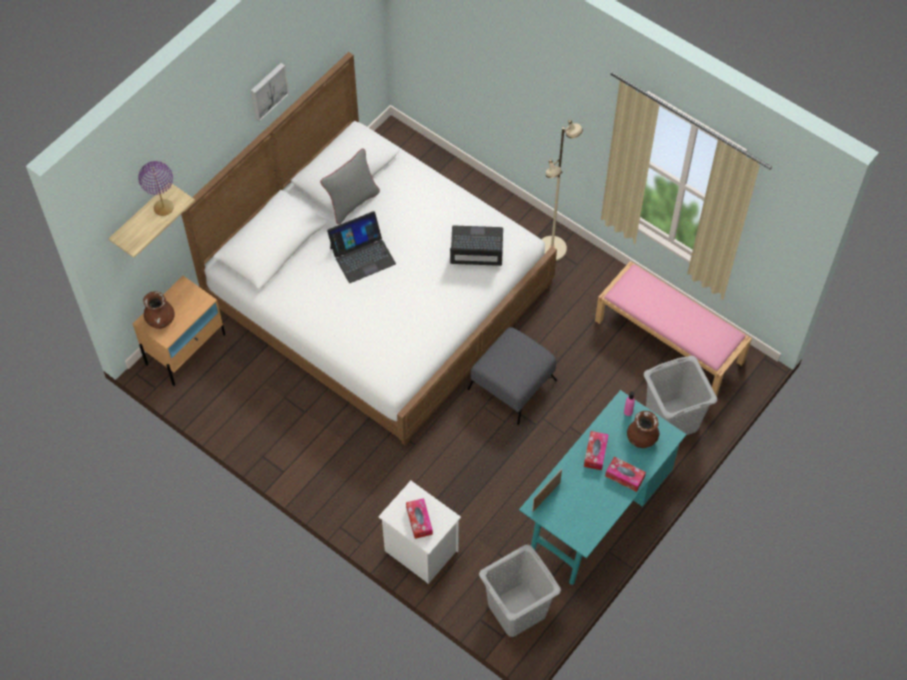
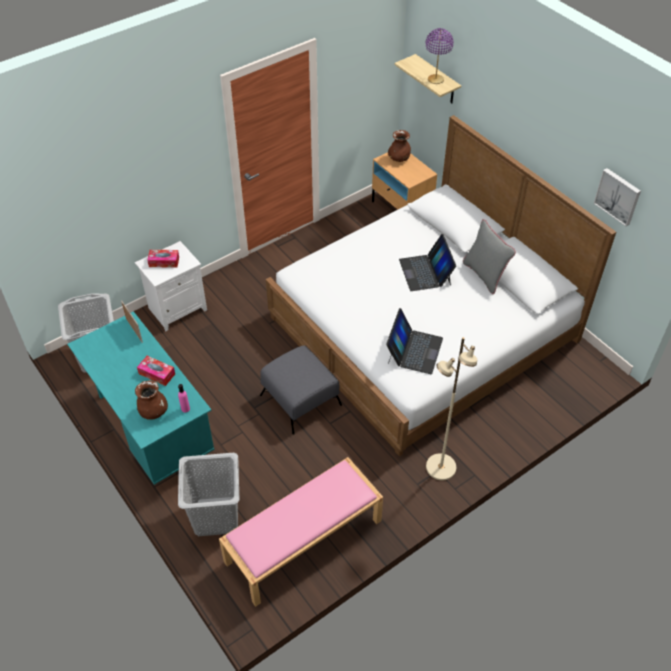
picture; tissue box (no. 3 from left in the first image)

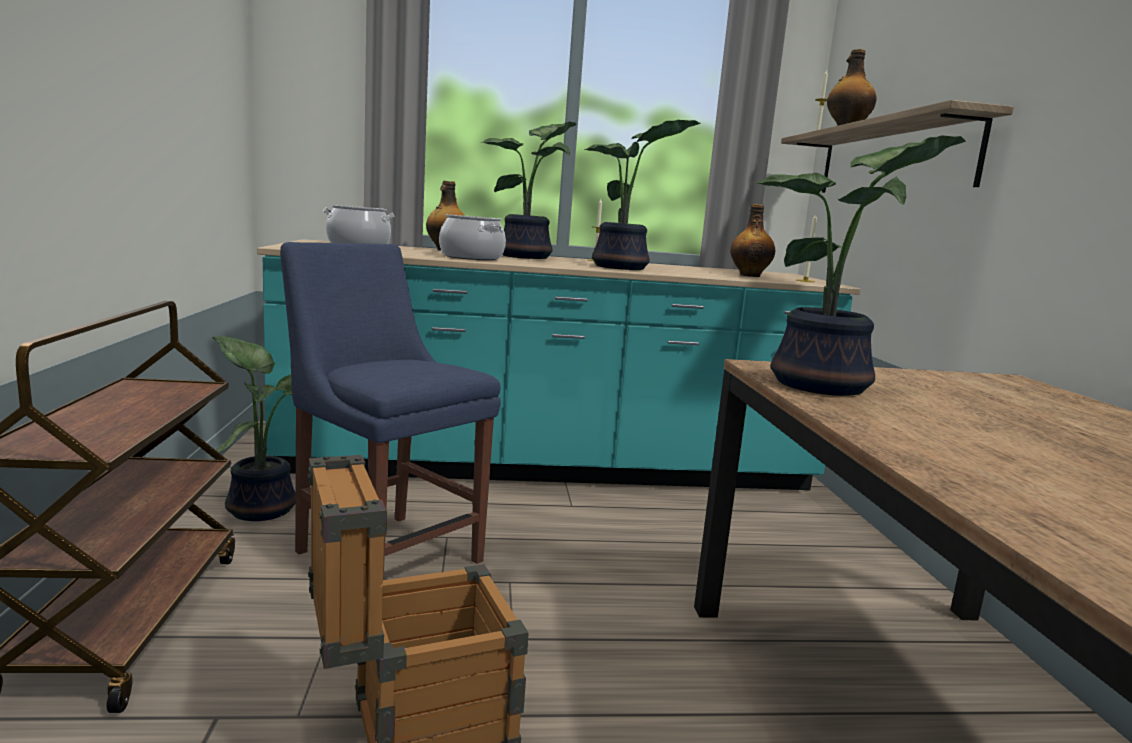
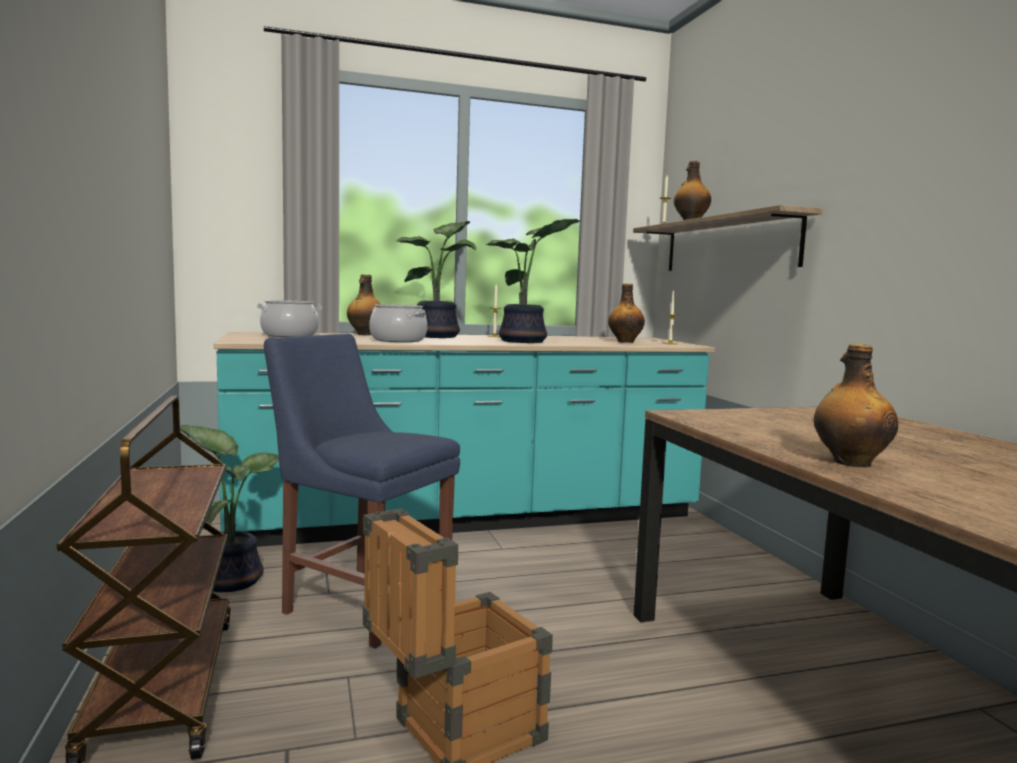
potted plant (no. 4 from left in the first image); drink bottle (no. 4 from left)

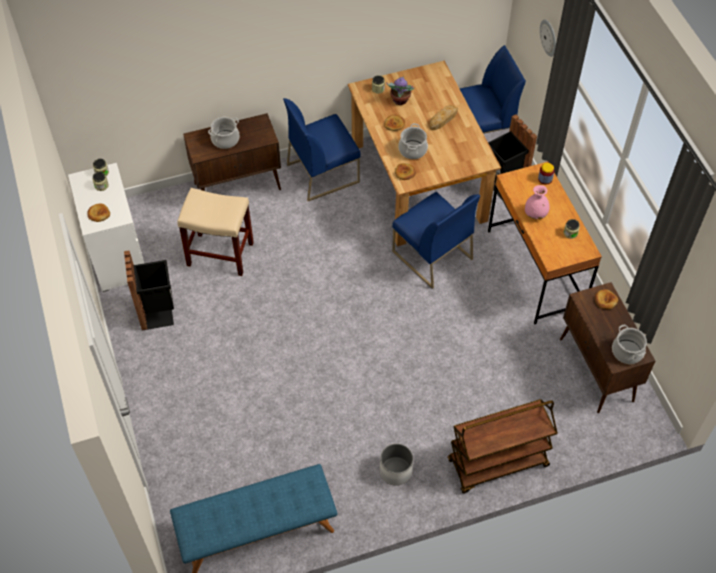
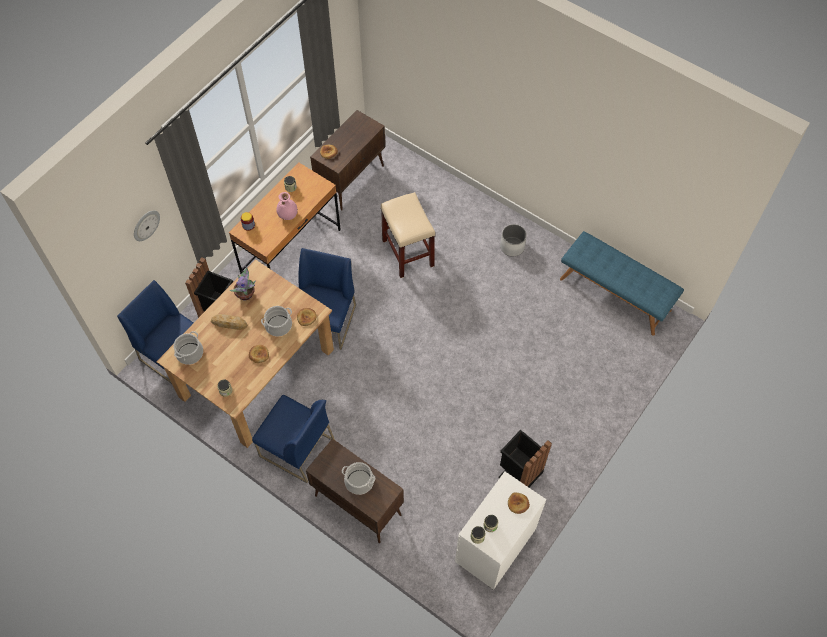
beige-coloured sitting stool; potted plant; brown-coloured wheeled cart; cooking pot (no. 1 from left)

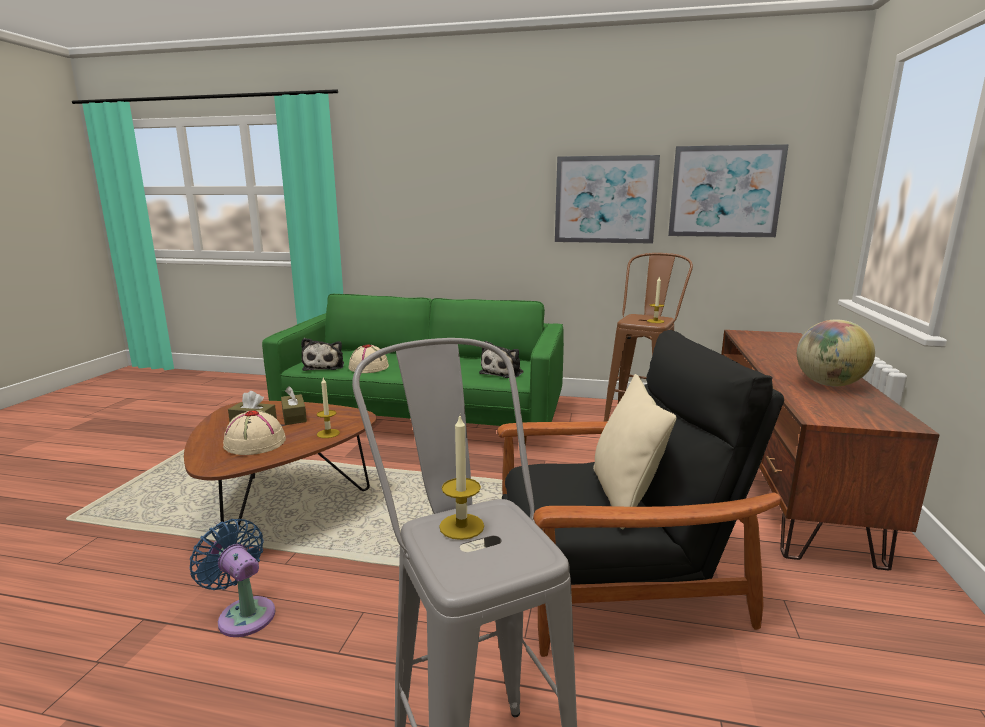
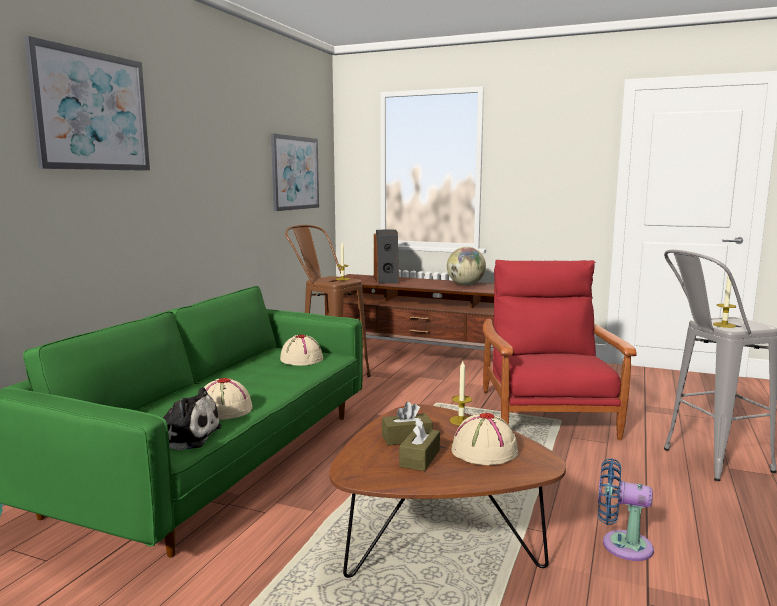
blue-coloured fan; beige-coloured clothing hat (no. 2 from left); red-coloured armchair; picture (no. 1 from left); beige-coloured cushion; speaker

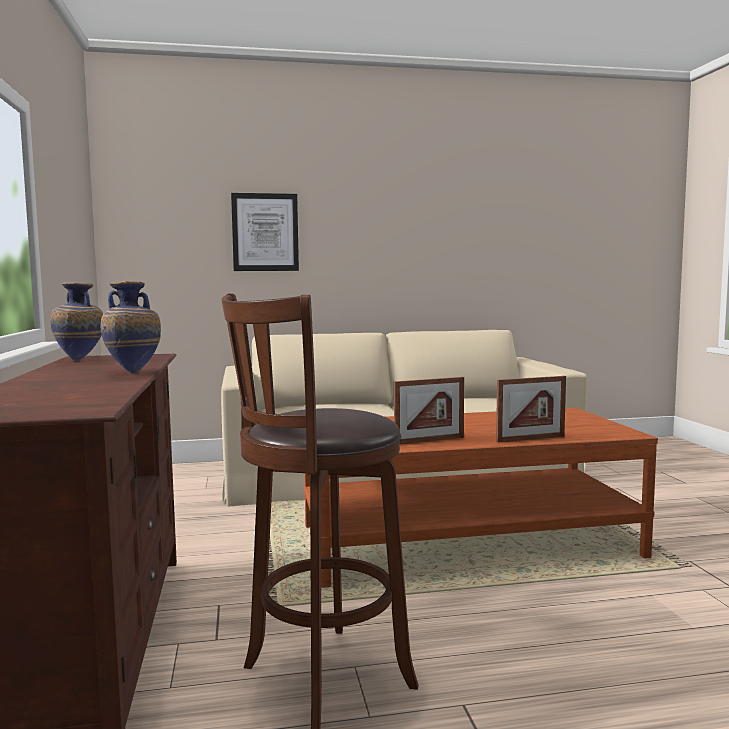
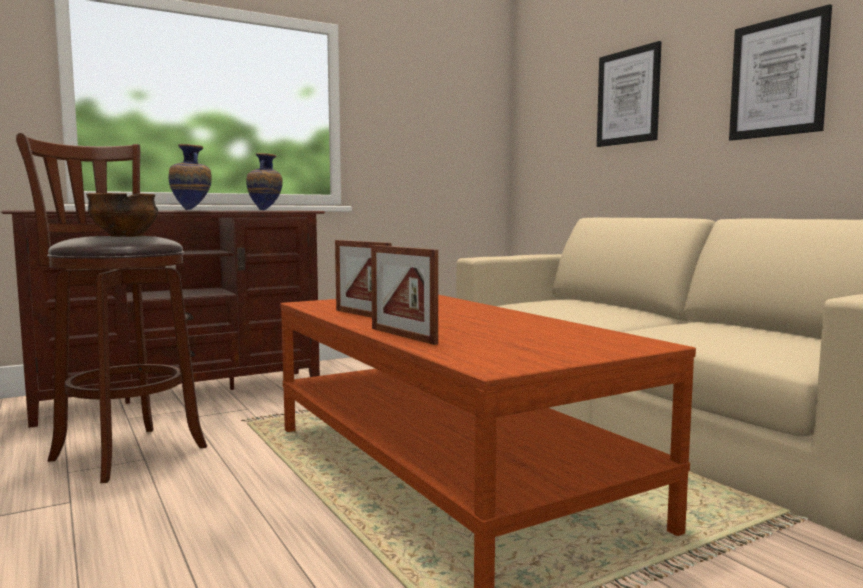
serving bowl; picture (no. 2 from left)

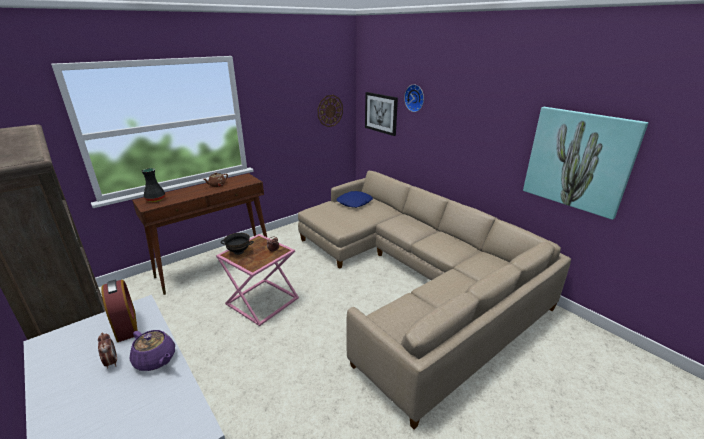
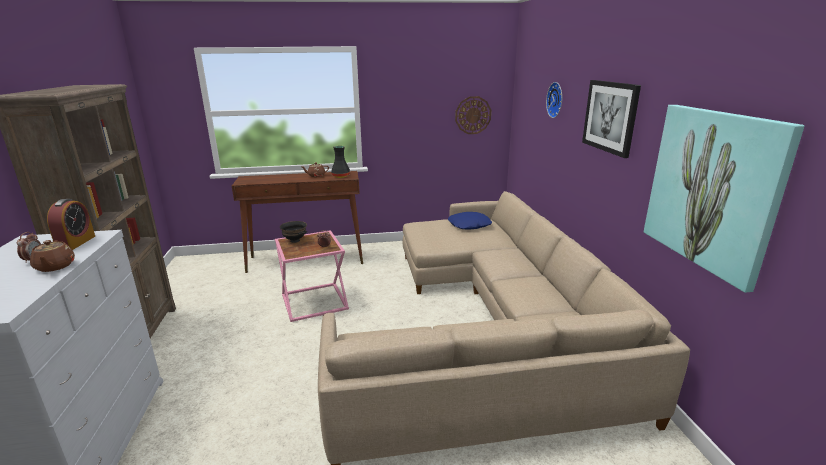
brown-coloured pot for tea (no. 1 from left); blackish flower vase; picture (no. 1 from left)

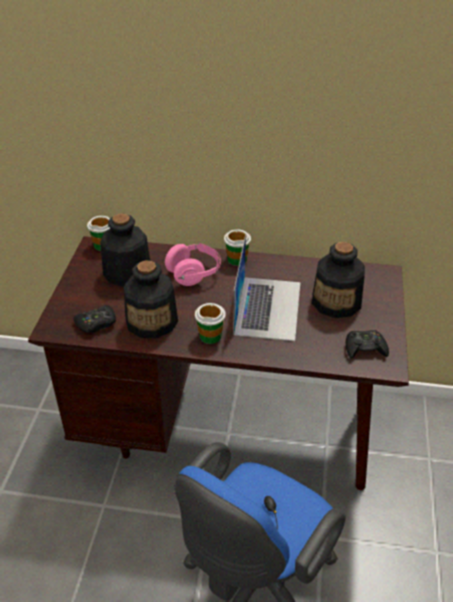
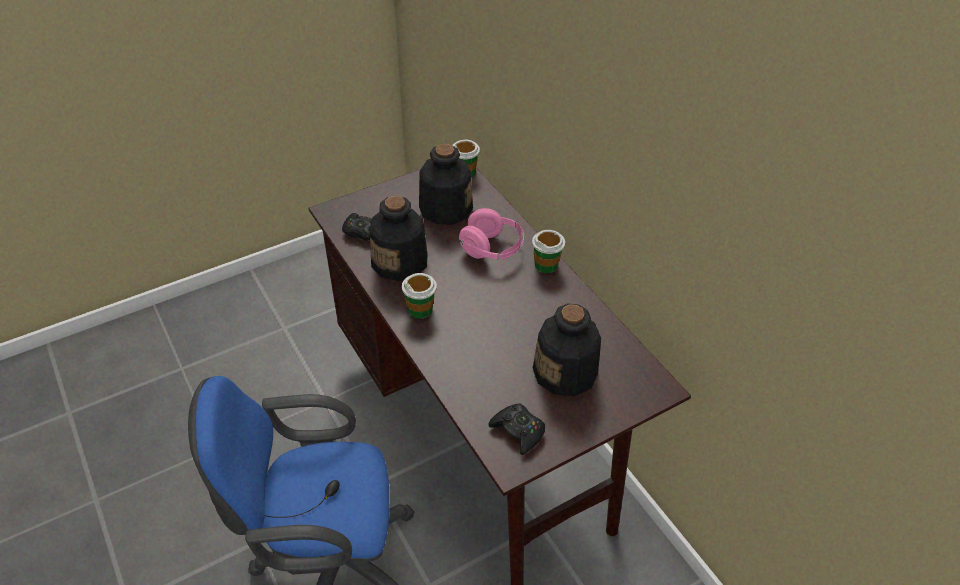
laptop

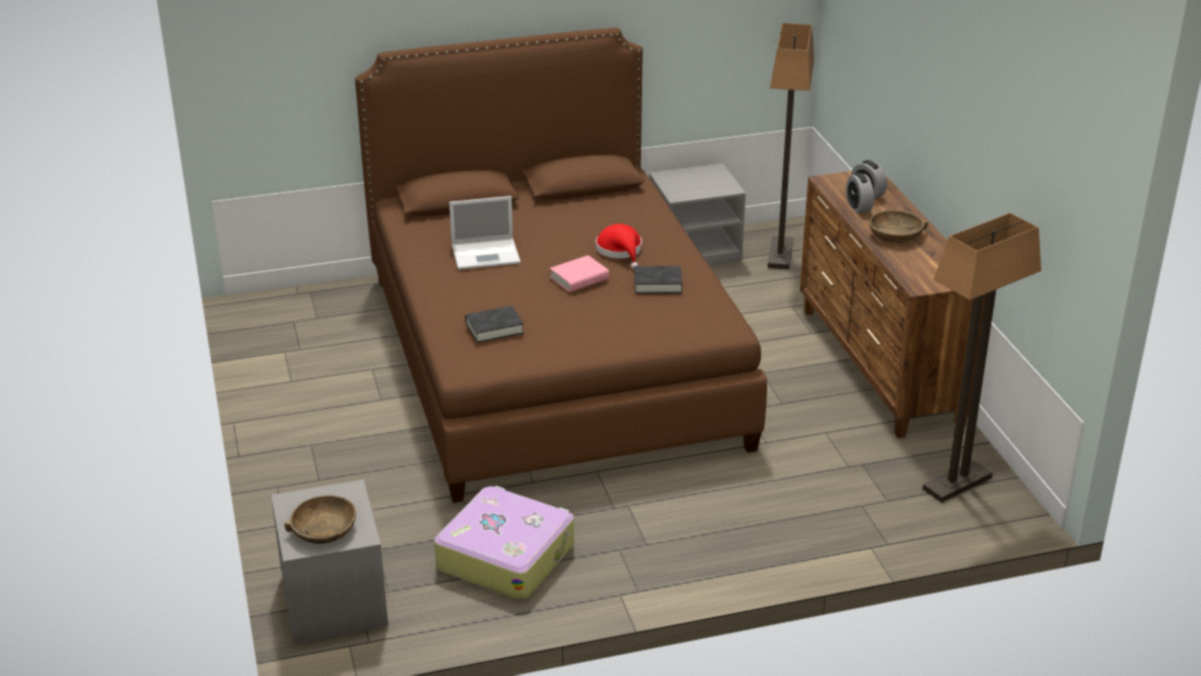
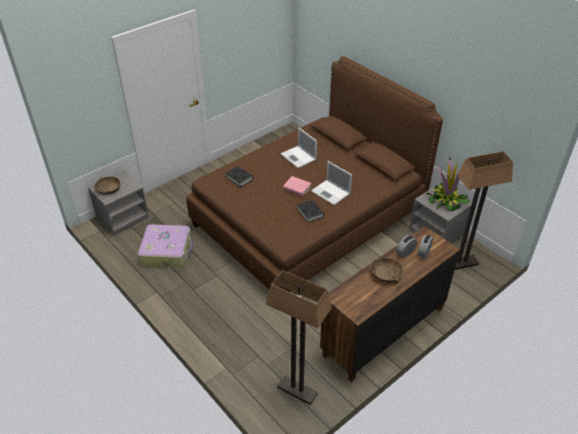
laptop (no. 2 from left); potted plant

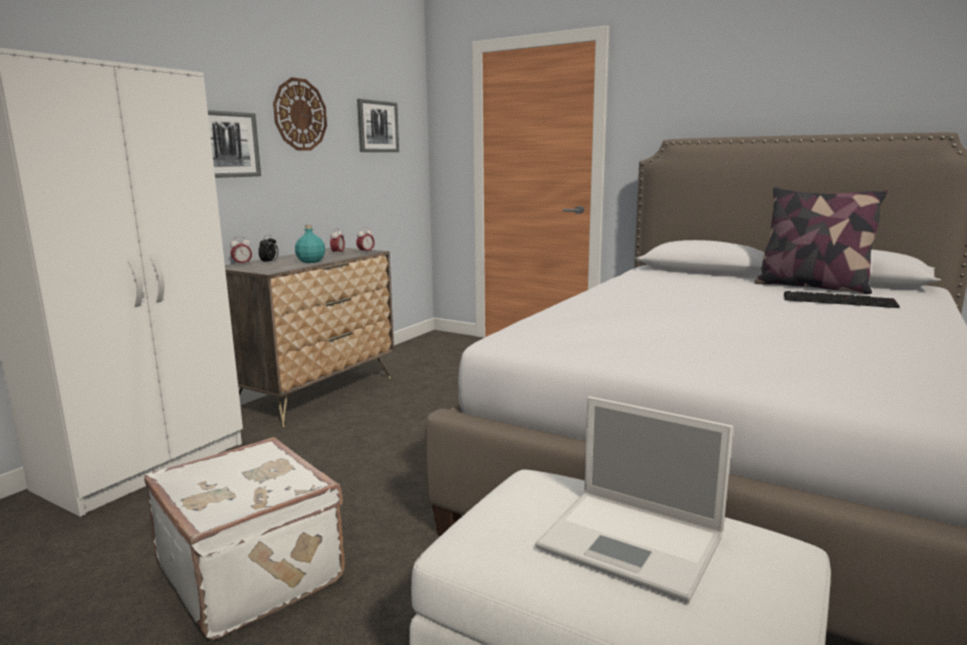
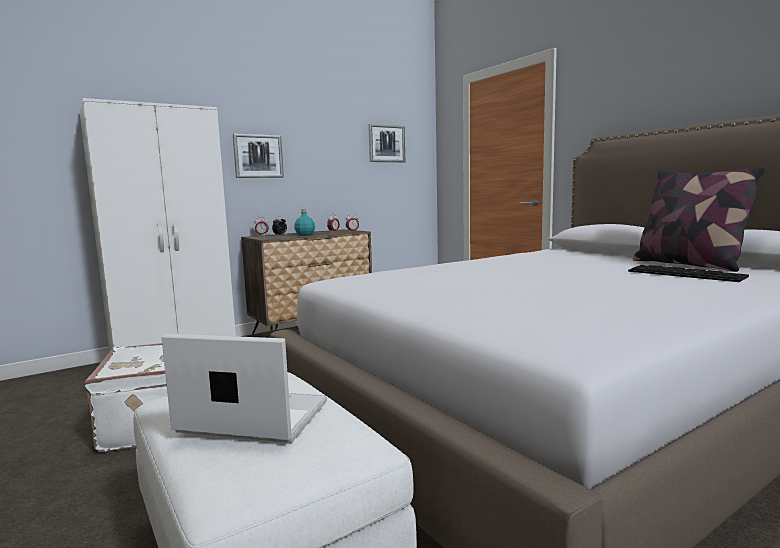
wall clock; laptop

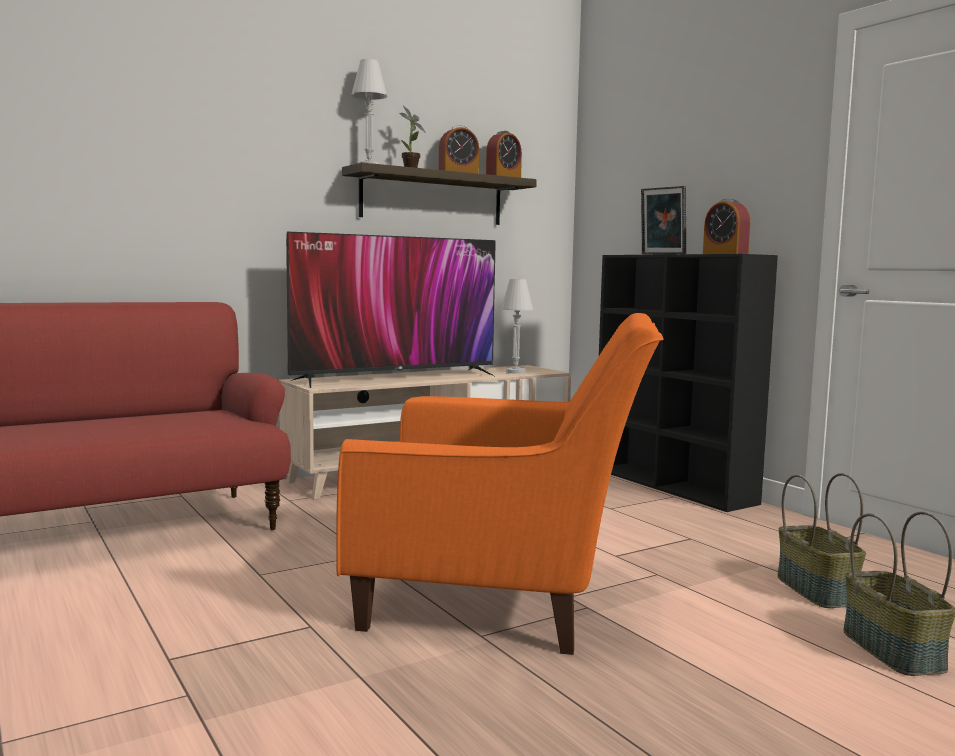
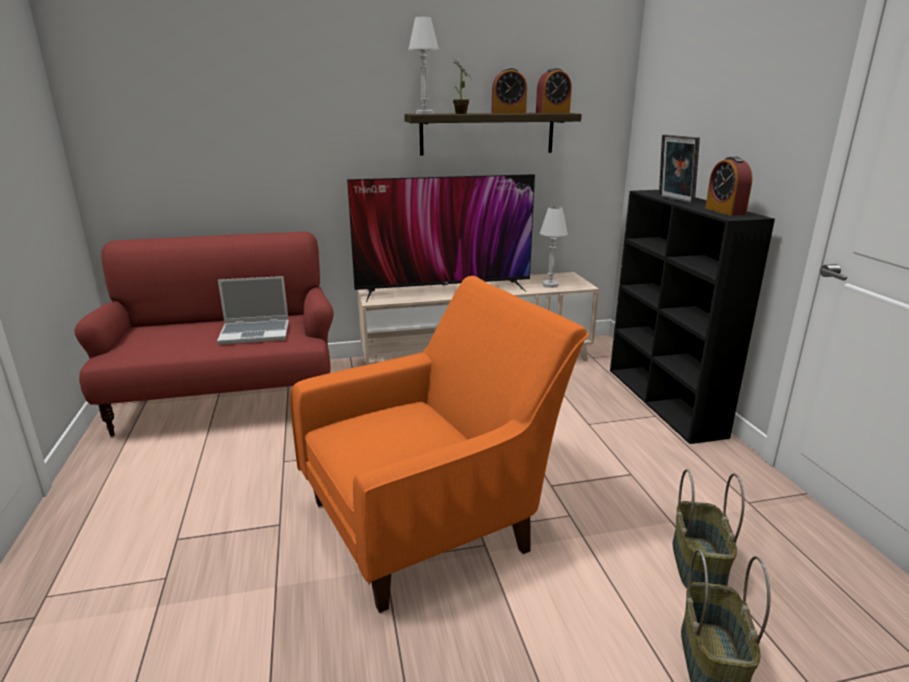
orange armchair; laptop

